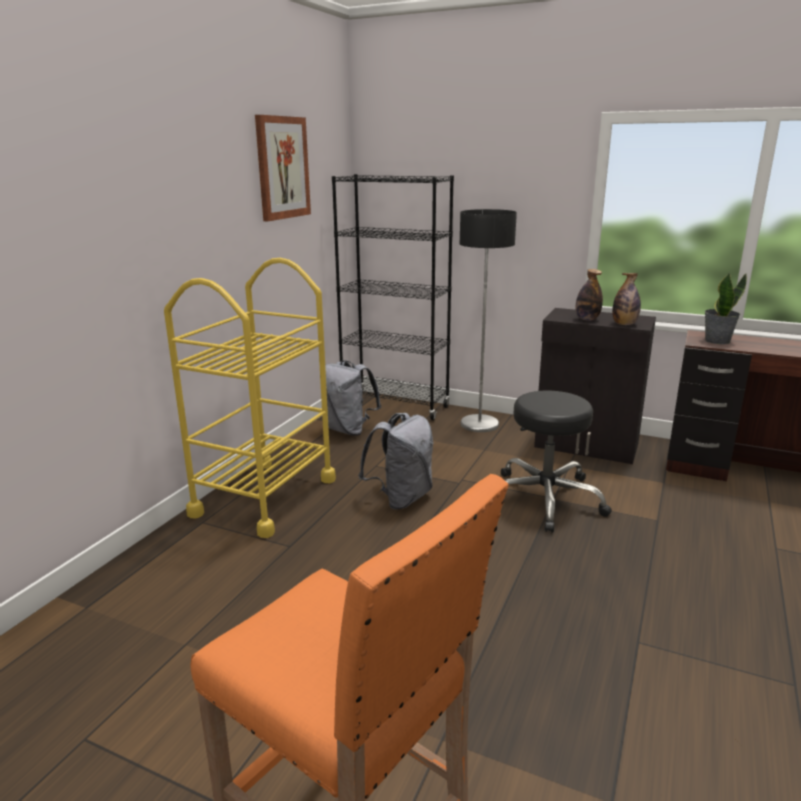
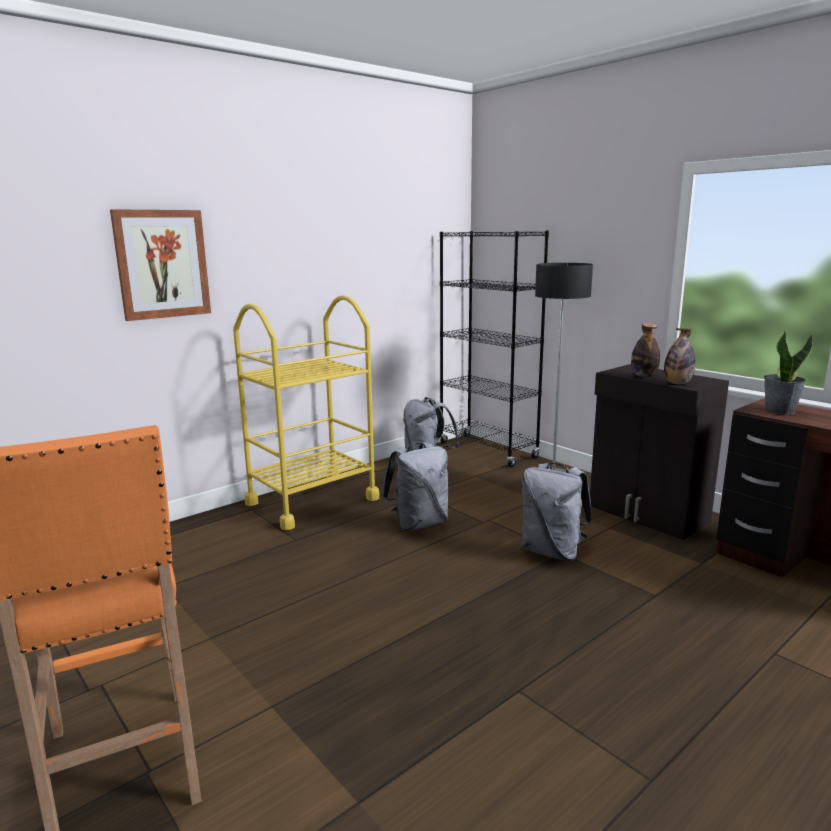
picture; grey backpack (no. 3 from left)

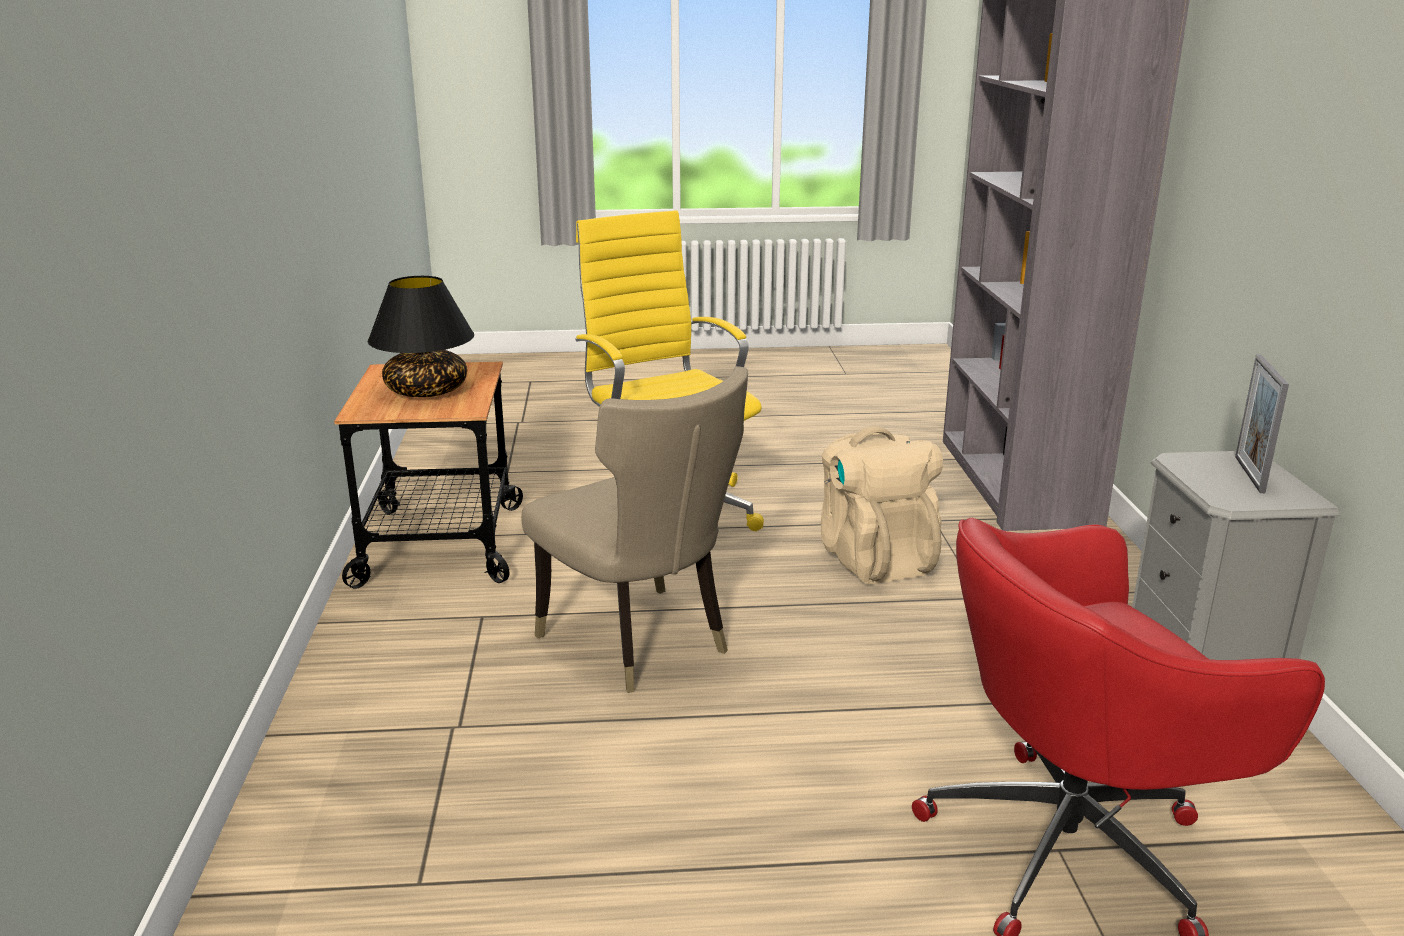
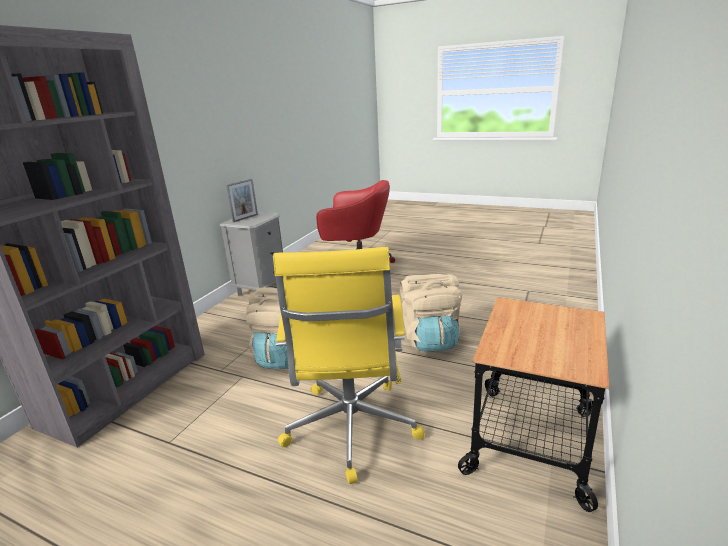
blackish lamp for a table; beige-coloured backpack (no. 2 from left)

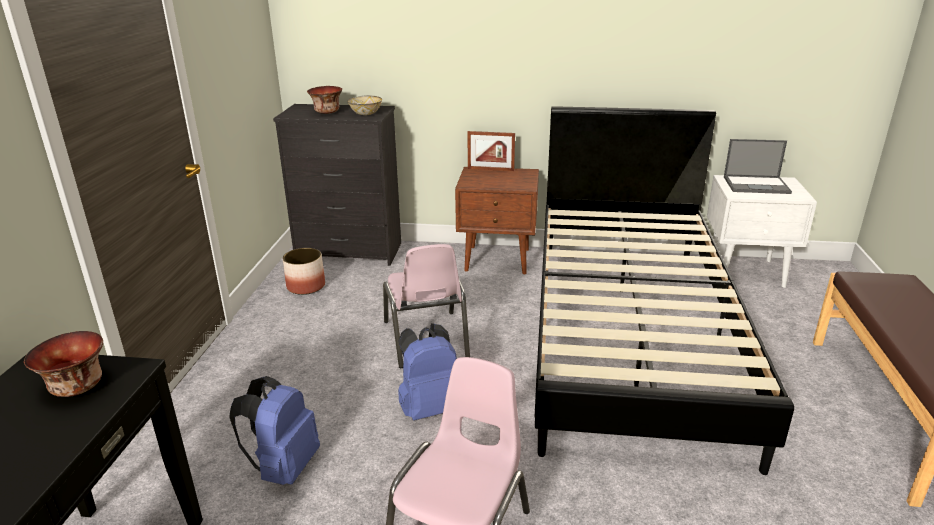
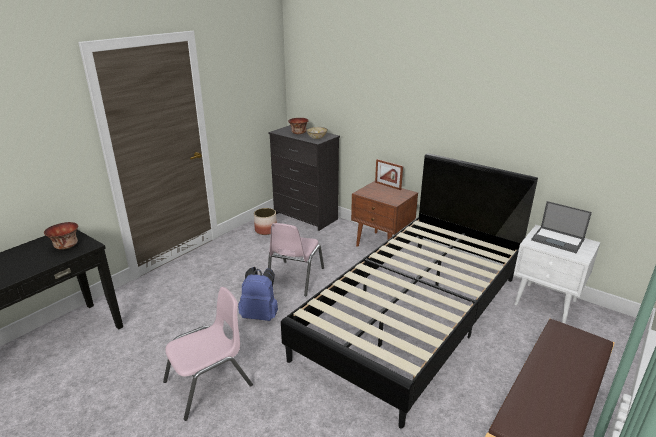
blue-coloured backpack (no. 1 from left in the first image)

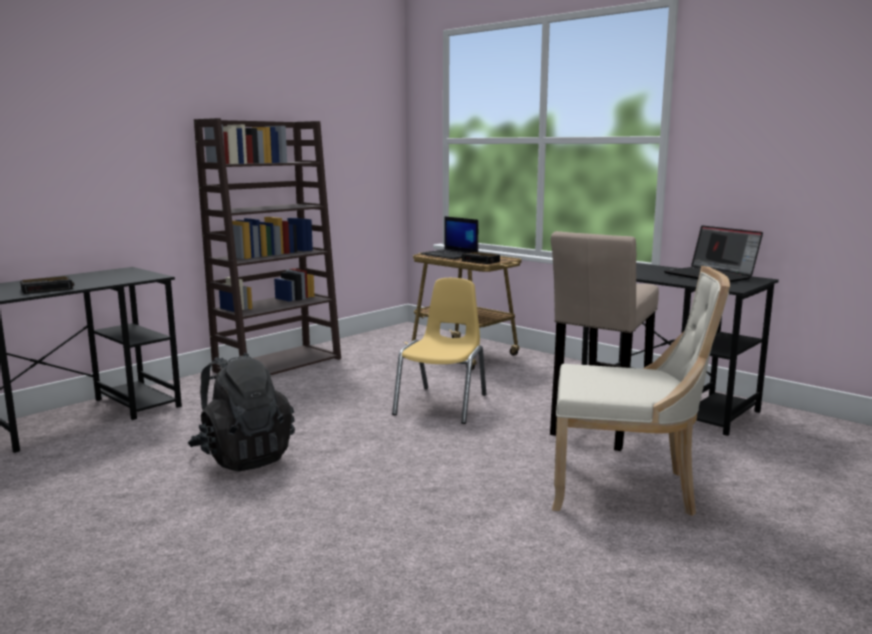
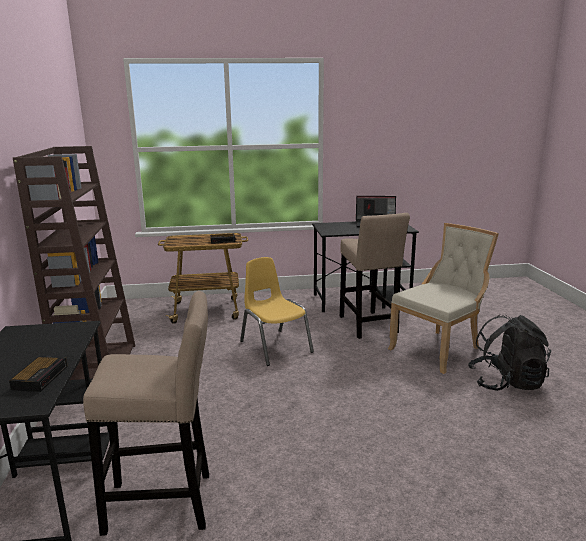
blackish backpack; laptop (no. 1 from left in the first image); beige-coloured sitting stool (no. 1 from left)

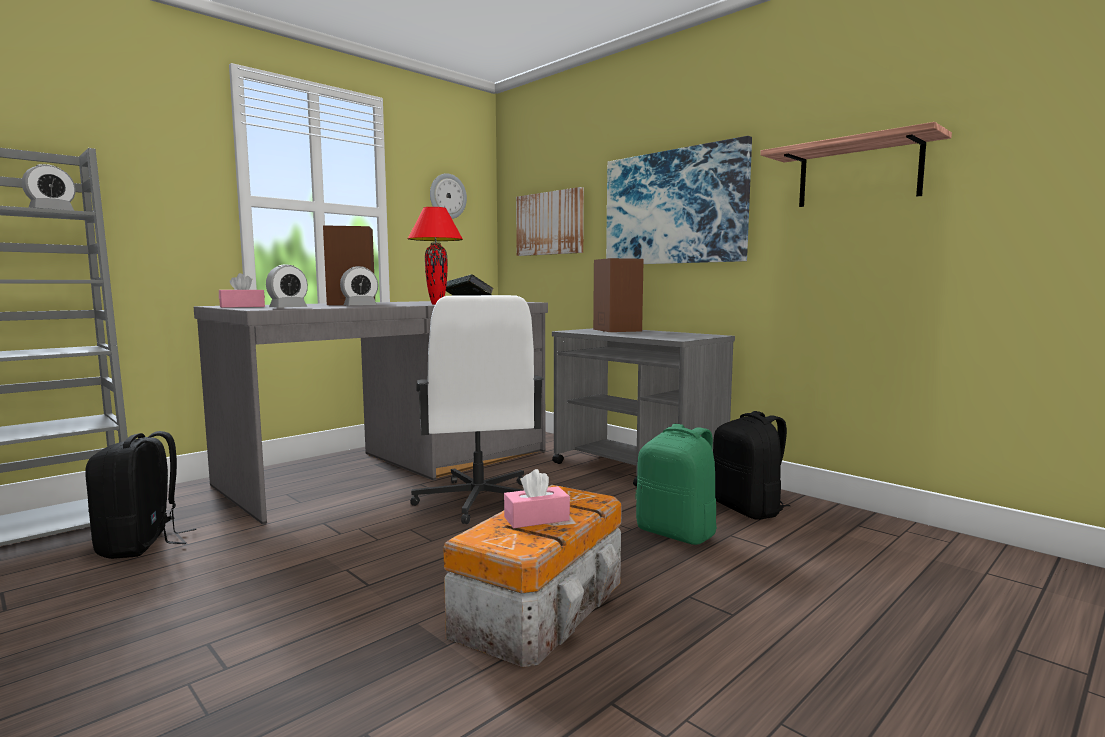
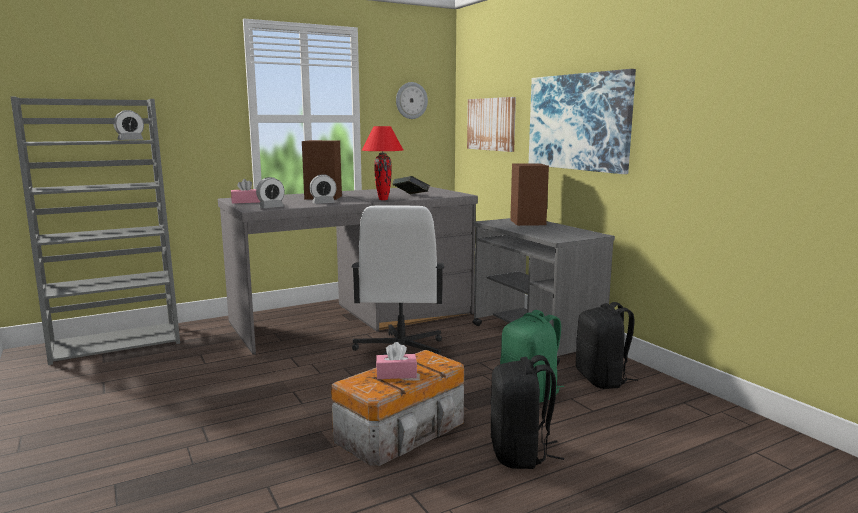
blackish backpack (no. 1 from left); wall shelf

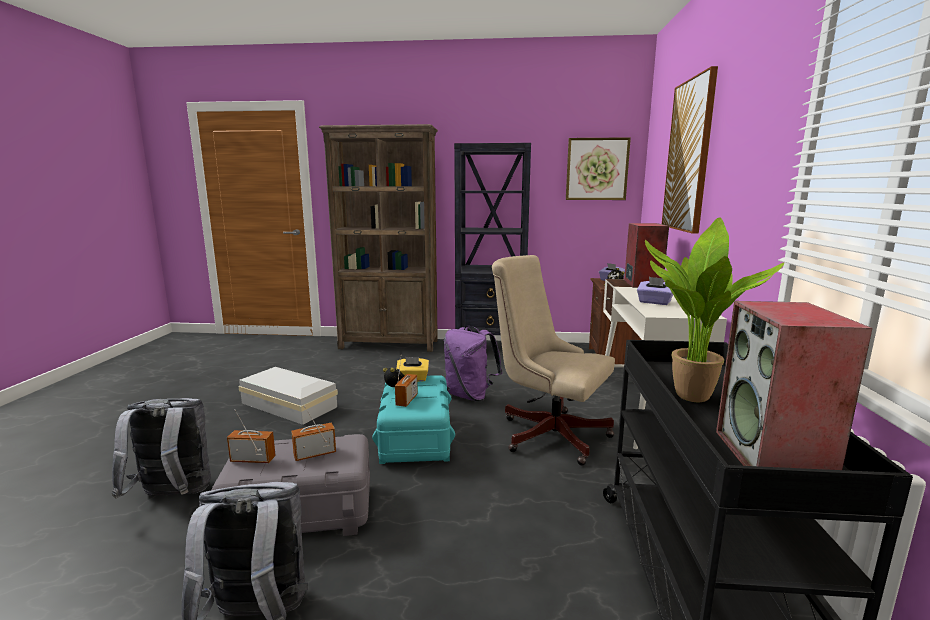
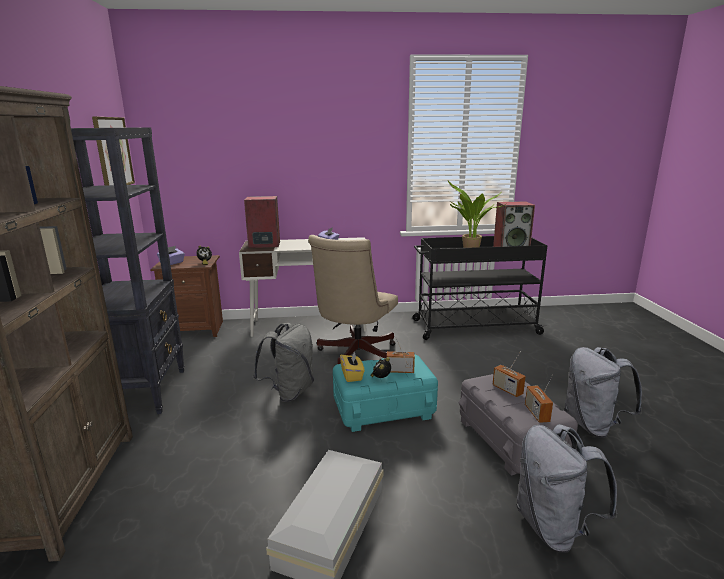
grey backpack (no. 1 from left); picture (no. 2 from left in the first image)

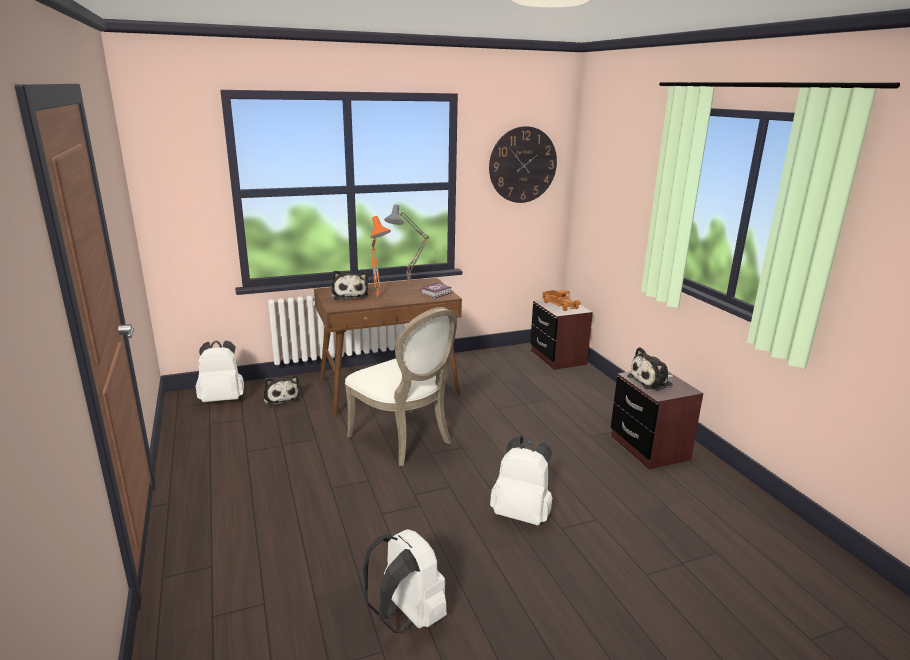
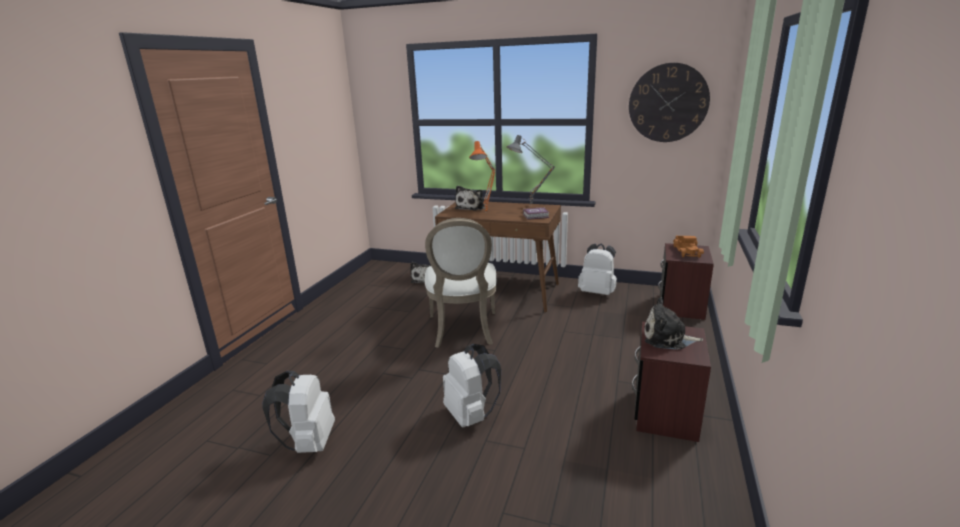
white backpack (no. 3 from left)

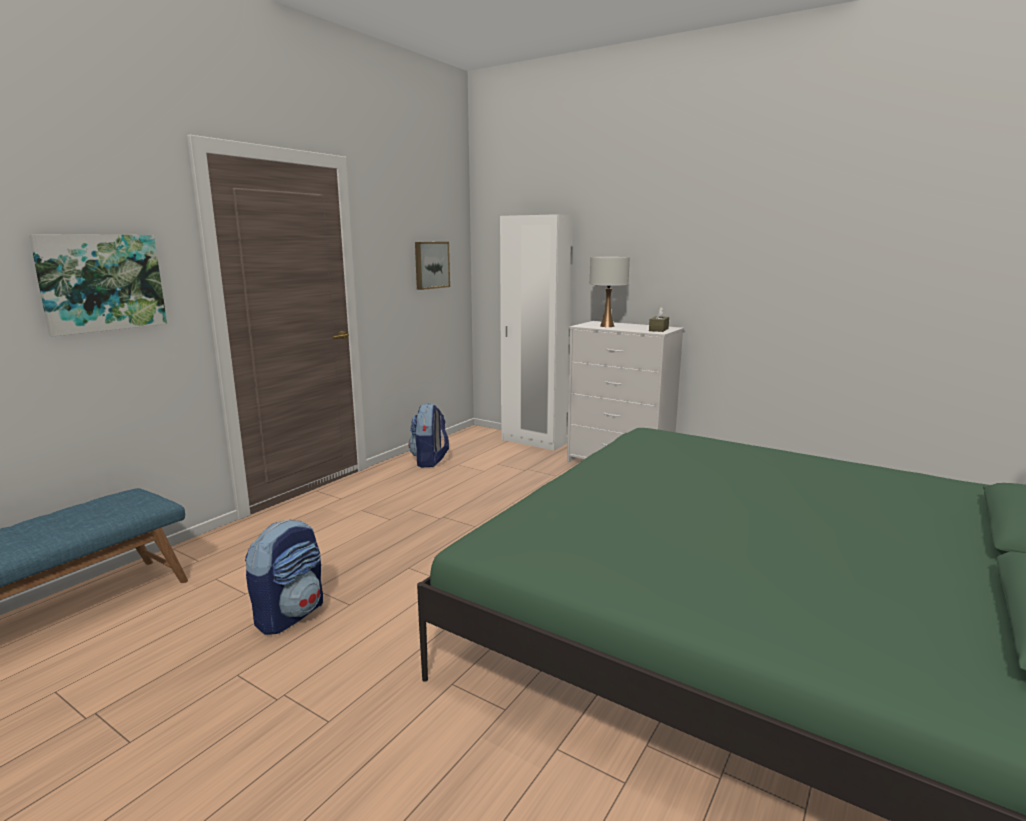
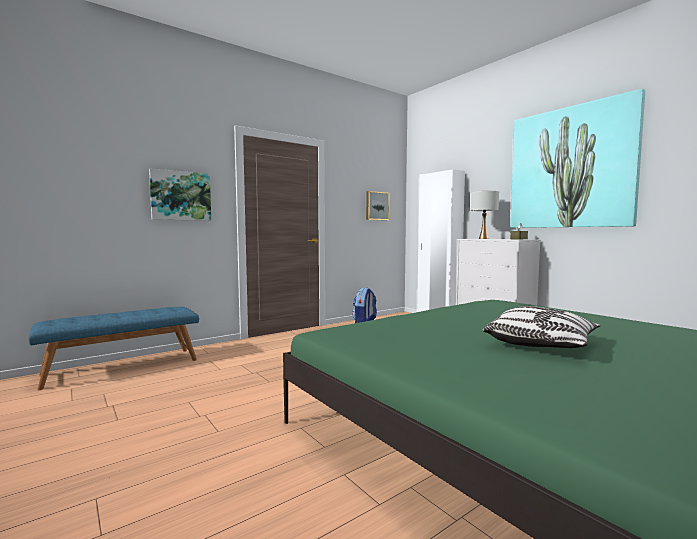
backpack (no. 1 from left in the first image); cushion; picture (no. 3 from left)

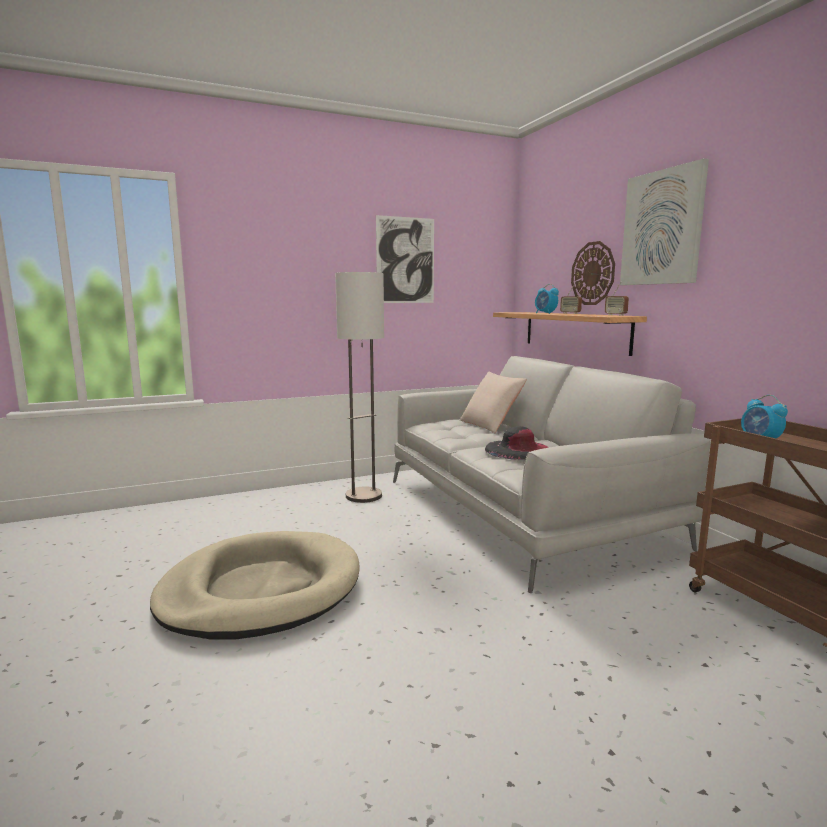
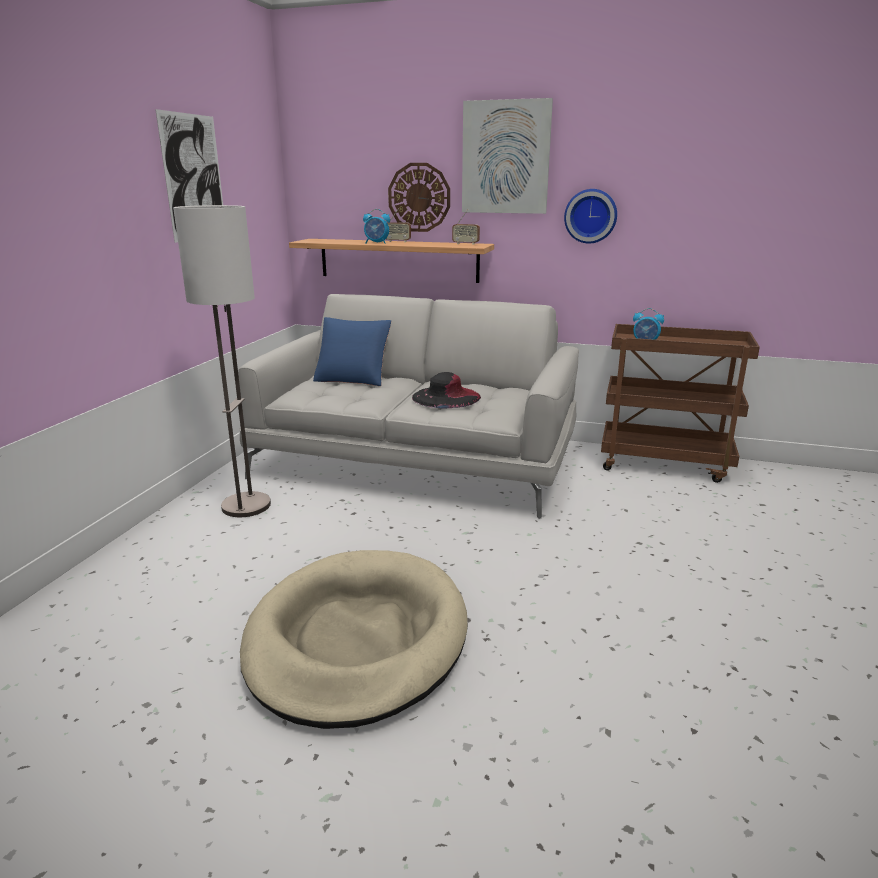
blue-coloured cushion; wall clock (no. 2 from left)

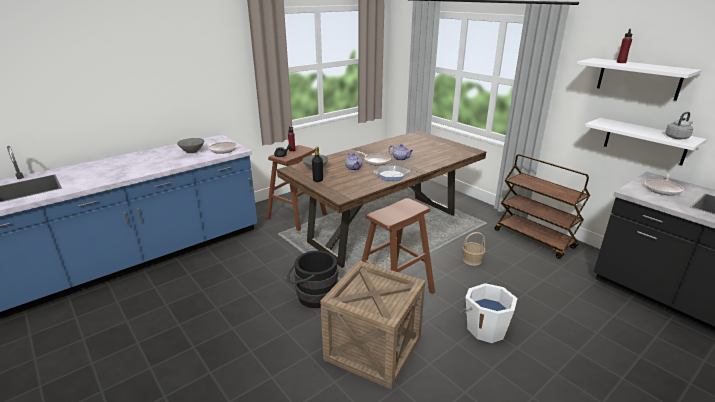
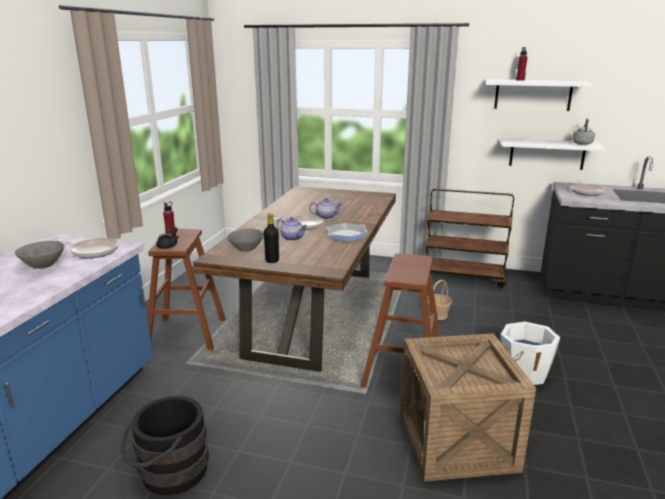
blackish water bucket

